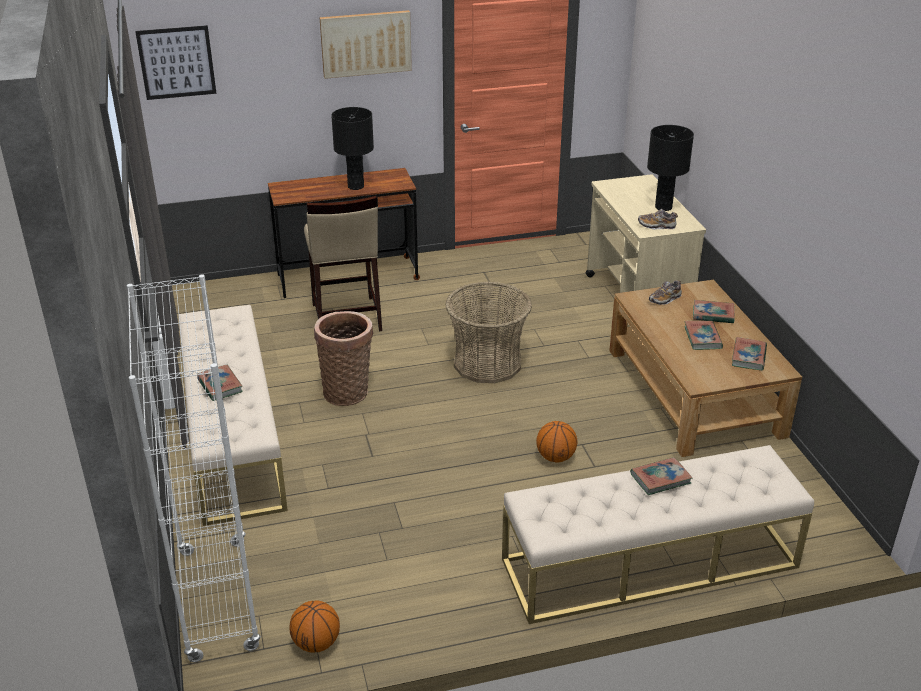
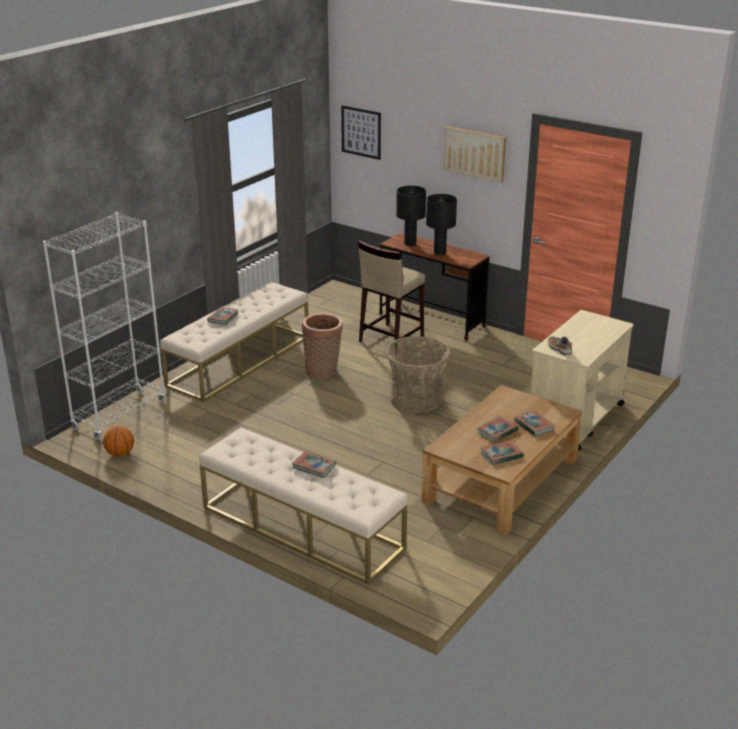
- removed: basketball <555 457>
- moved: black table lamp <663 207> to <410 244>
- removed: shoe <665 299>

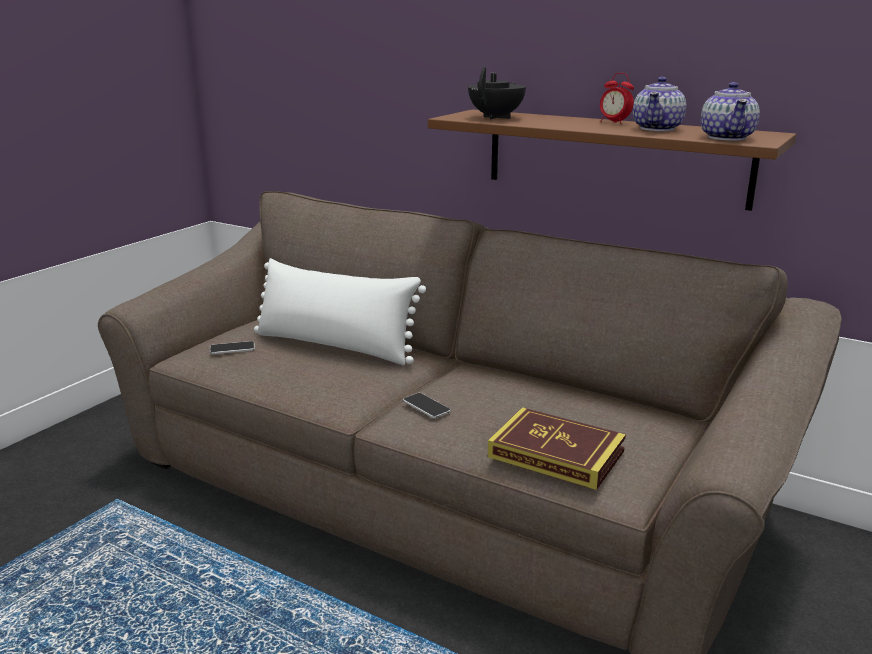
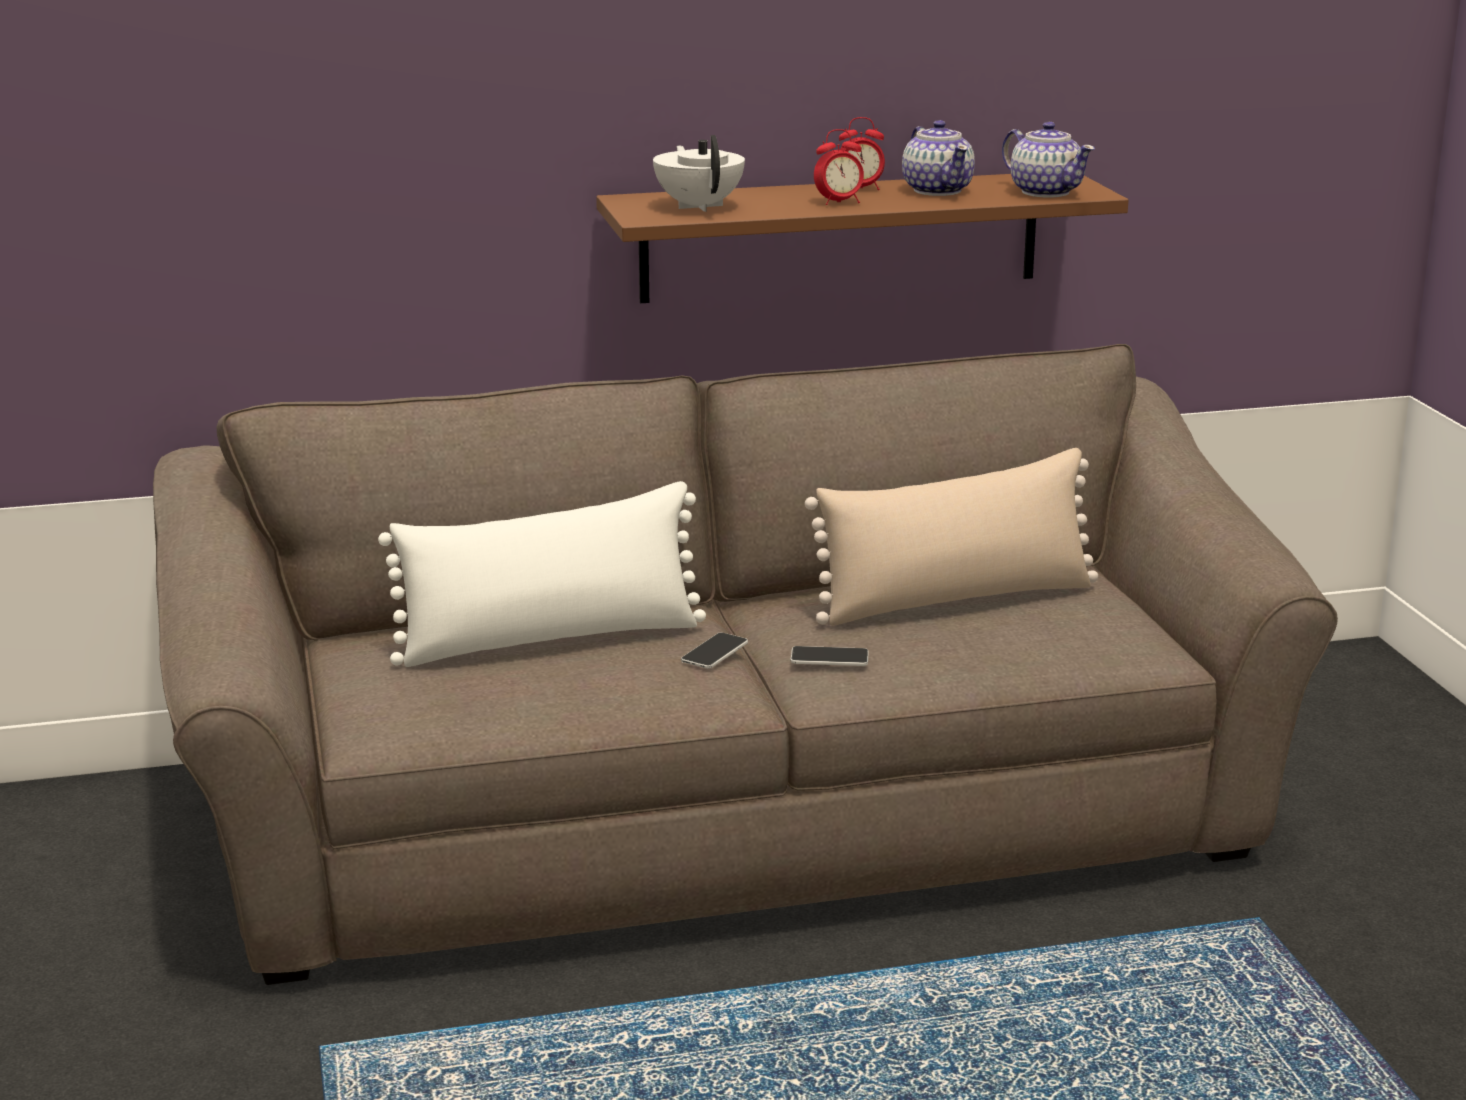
- moved: phone <232 348> to <714 652>
- recoloured: black teapot <497 117> to white teapot <699 206>
- removed: book <556 454>
- added: beige pillow <956 599>
- added: alarm clock <839 202>

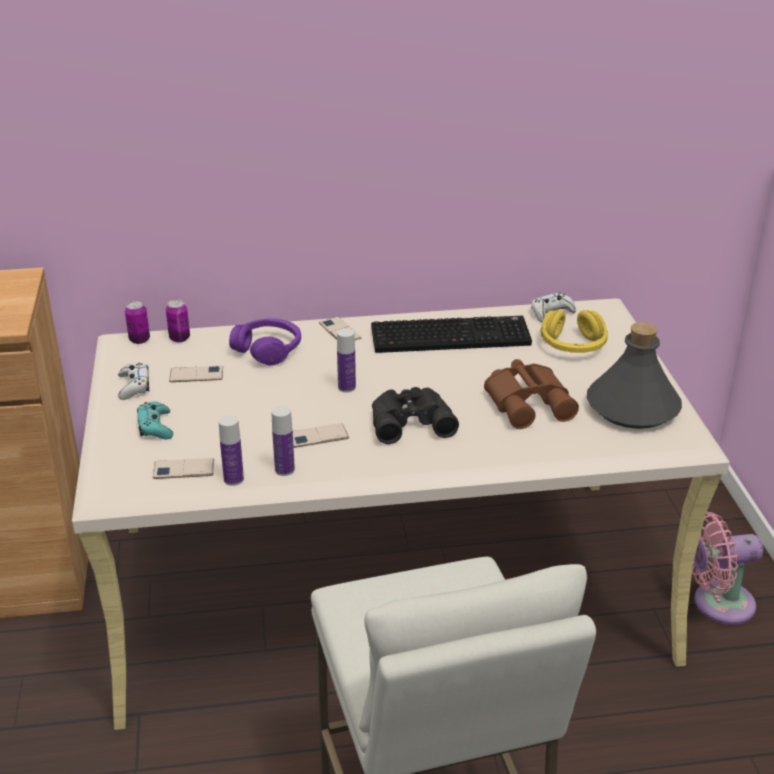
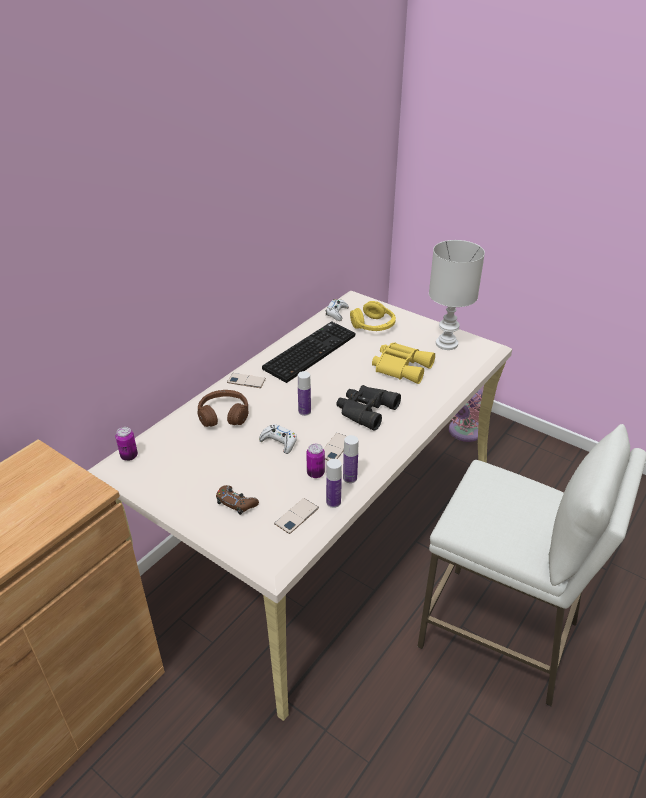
- moved: white game controller <134 386> to <279 442>
- recoloured: turquoise game controller <155 427> to brown game controller <236 503>
- moved: can <179 338> to <315 473>
- removed: phone <196 375>
- recoloured: purple headphones <268 350> to brown headphones <224 415>
- recoloured: brown binoculars <529 402> to yellow binoculars <401 367>
- replaced: grey bottle <632 407> to white table lamp <445 344>

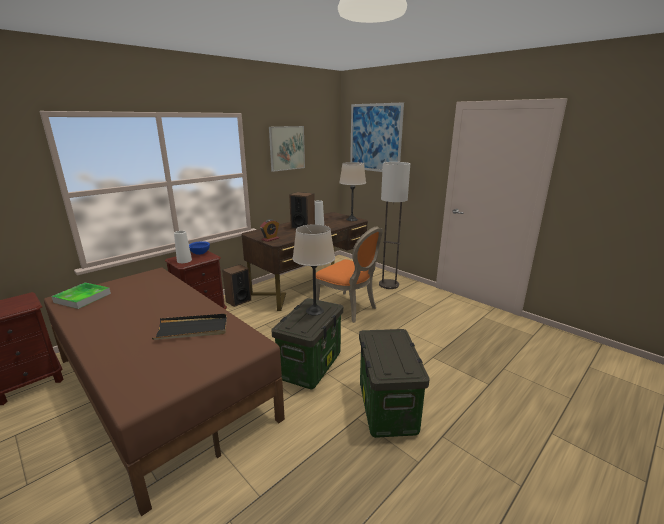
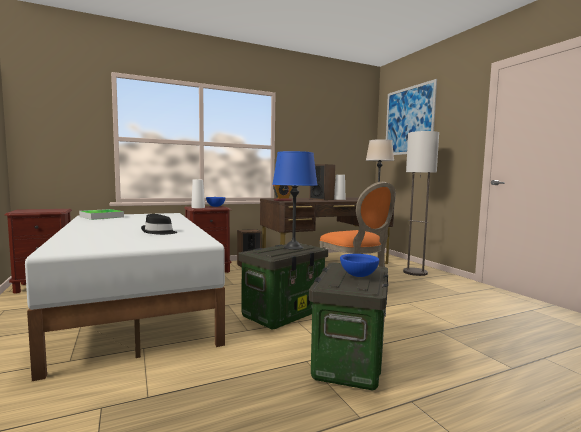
- recoloured: brown bed <162 386> to white bed <136 303>
- replaced: black tray <192 329> to black hat <159 232>
- removed: picture <287 148>
- recoloured: beige table lamp <315 311> to blue table lamp <293 247>
- added: blue bowl <358 276>

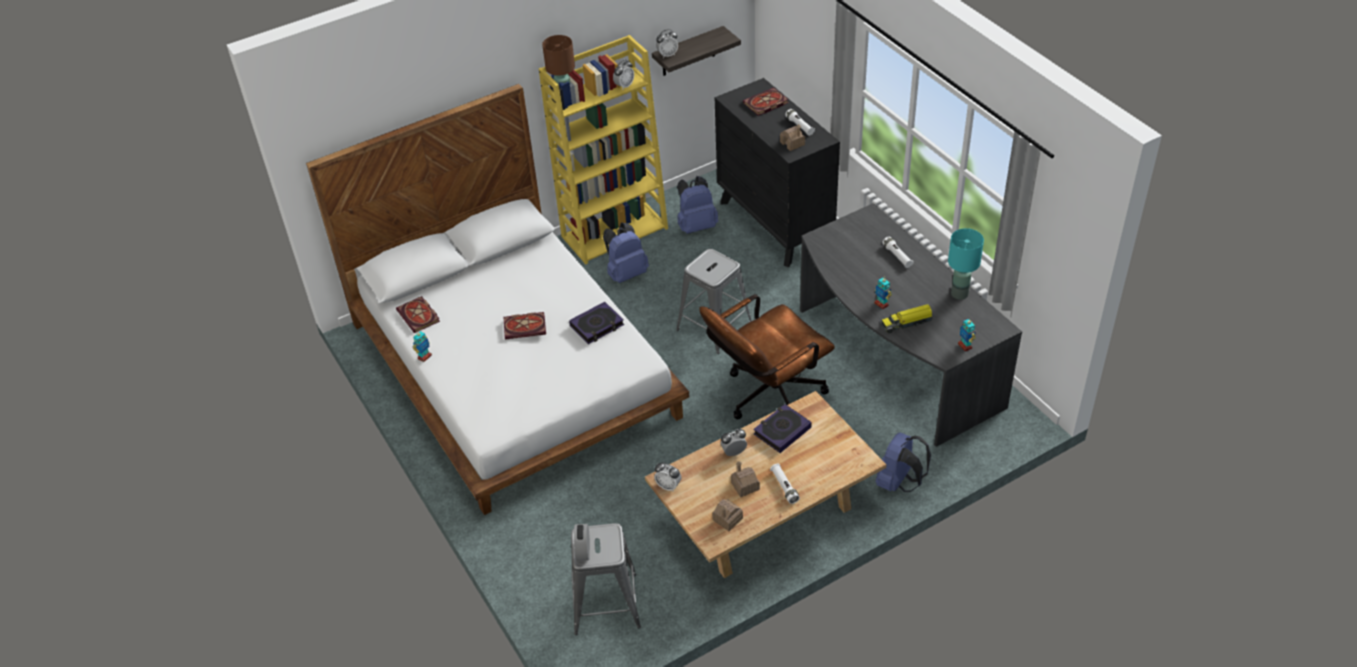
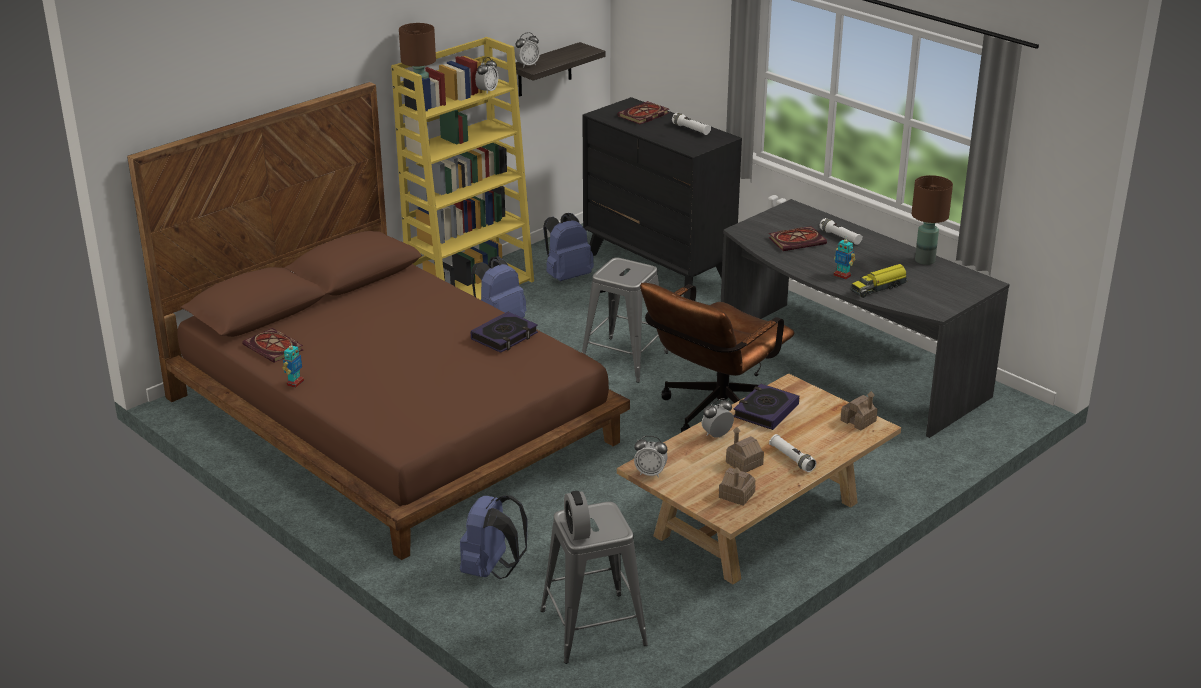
- recoloured: white bed <516 369> to brown bed <393 419>
- moved: book <526 326> to <798 240>
- moved: toy house <792 143> to <858 421>
- moved: blue backpack <899 482> to <492 570>
- recoloured: turquoise table lamp <960 294> to brown table lamp <925 260>
- removed: toy robot <965 346>

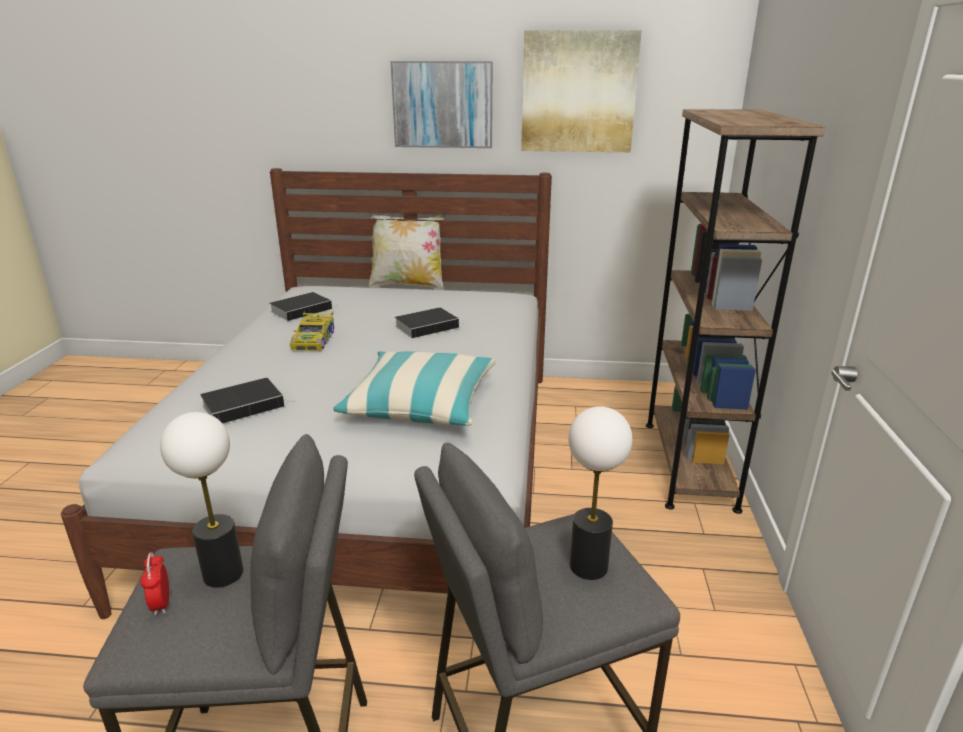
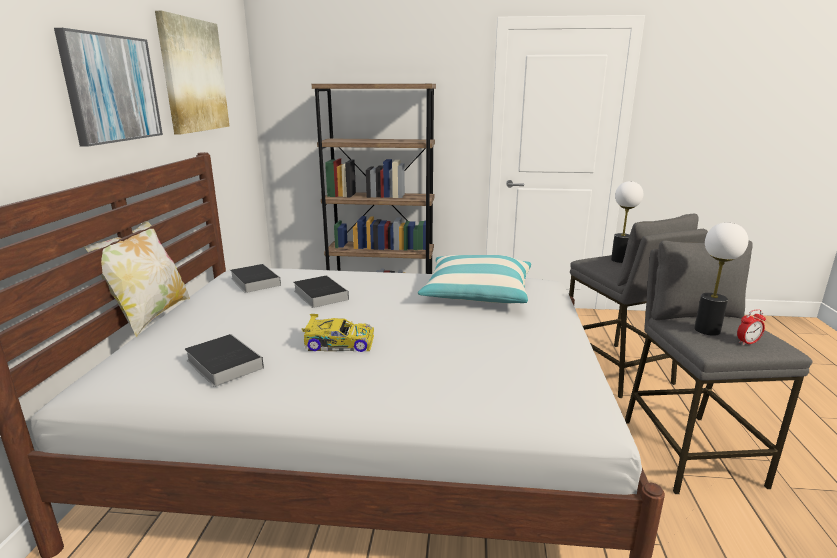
- moved: book <245 405> to <254 281>

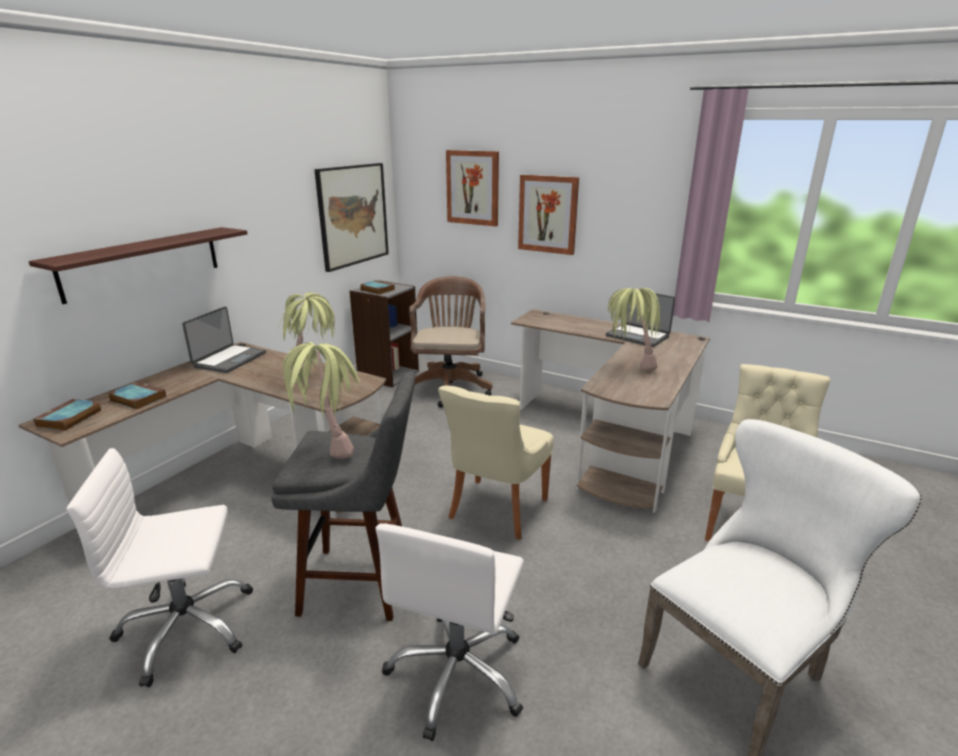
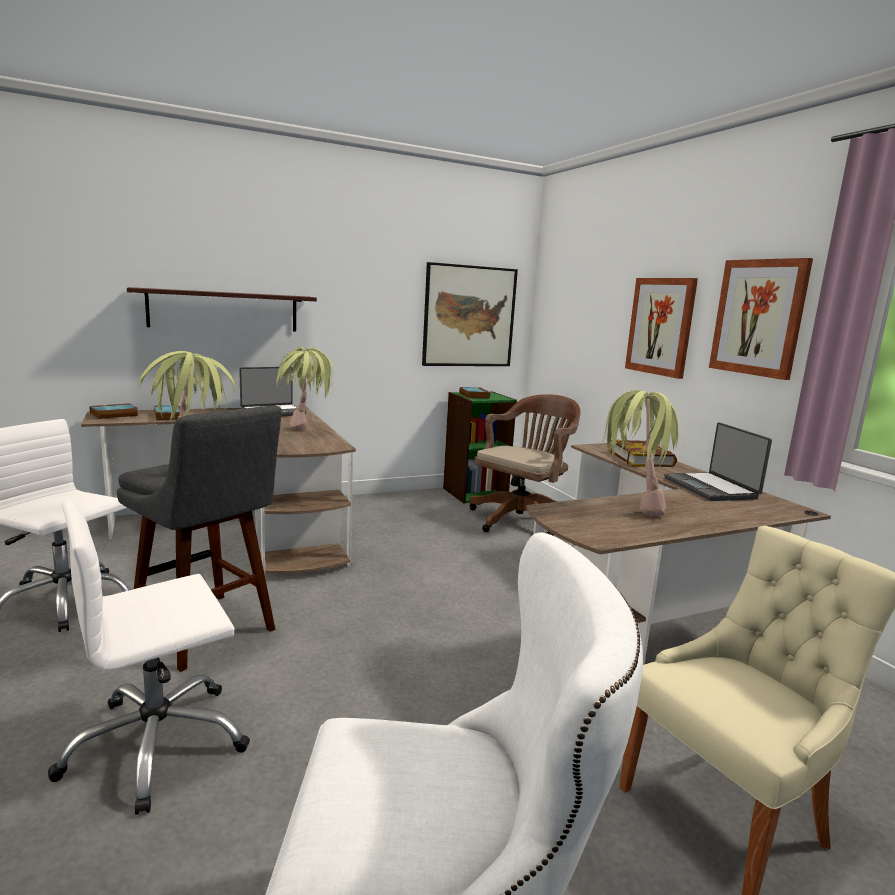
- recoloured: grey bookcase <388 374> to green bookcase <474 493>
- removed: beige chair <496 510>
- moved: picture <473 188> to <758 317>
- added: book <641 459>

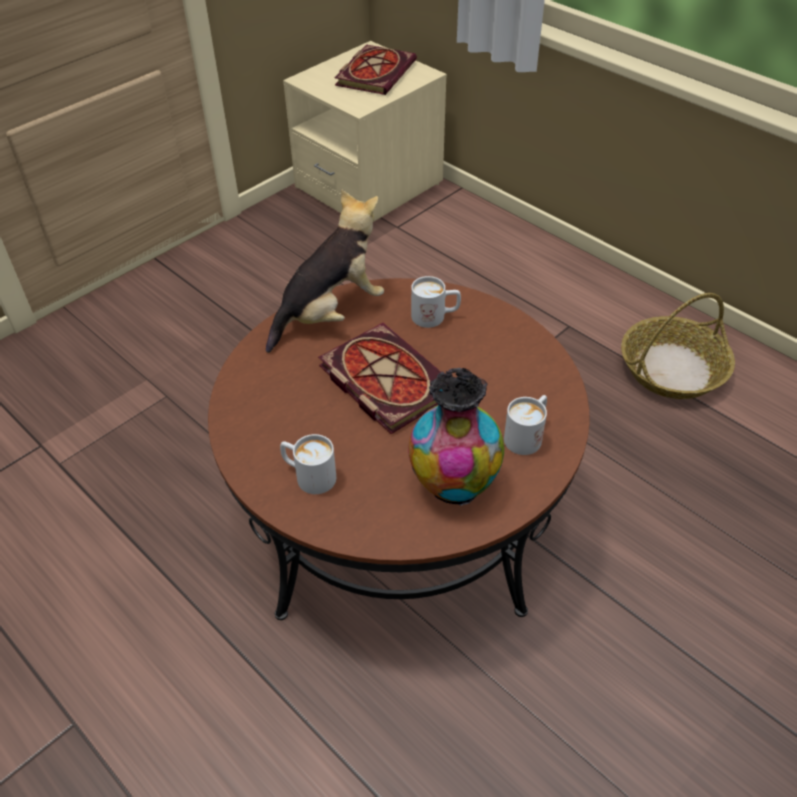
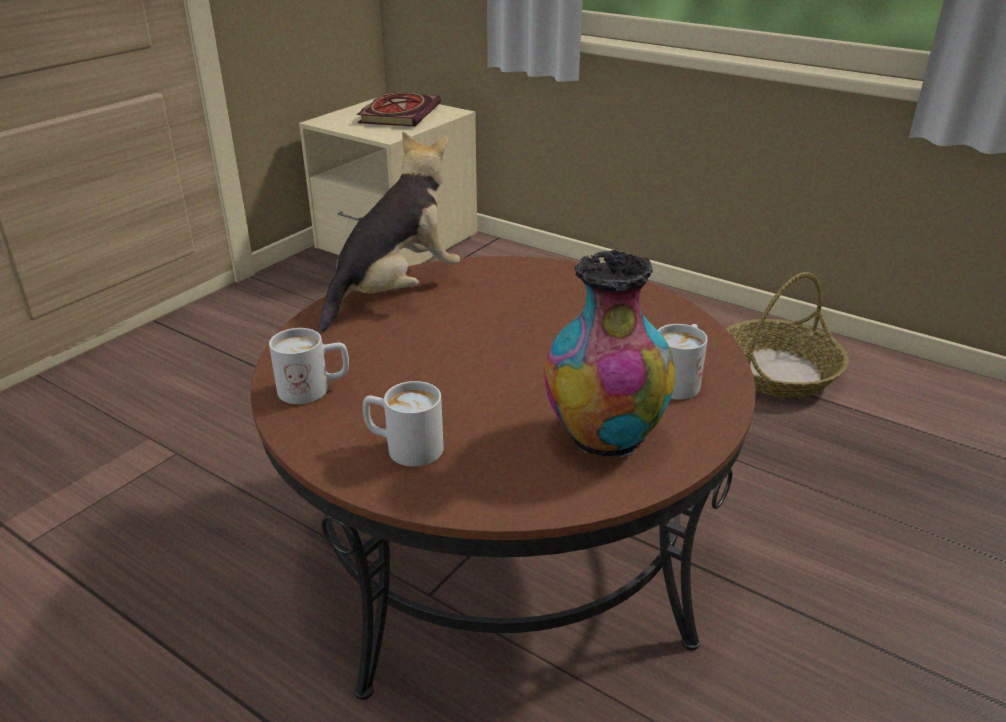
- removed: book <383 379>
- moved: white mug <435 316> to <314 389>

